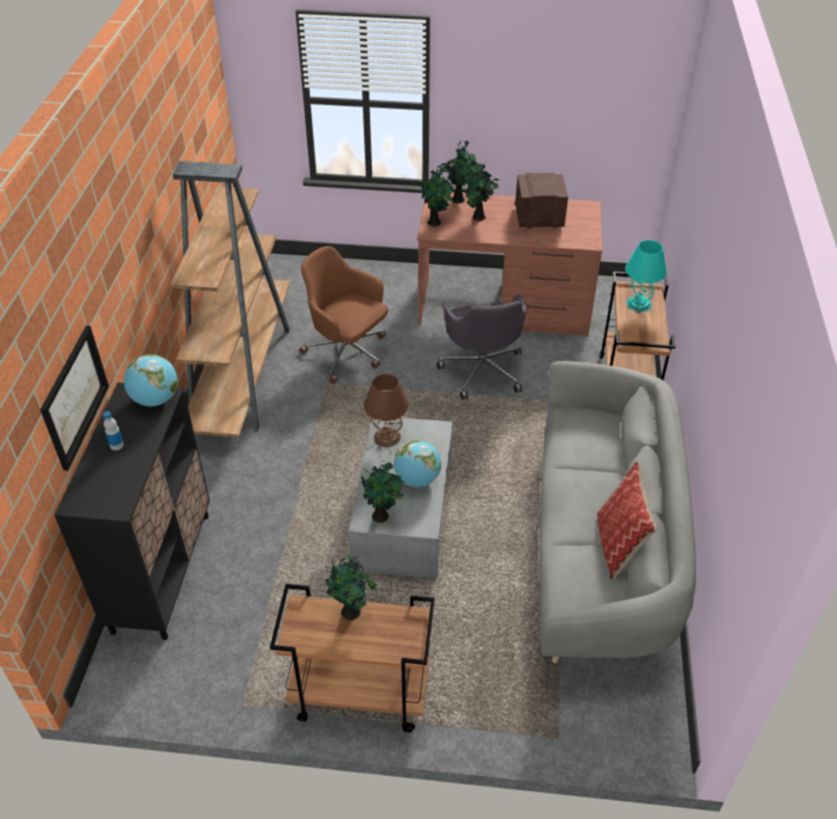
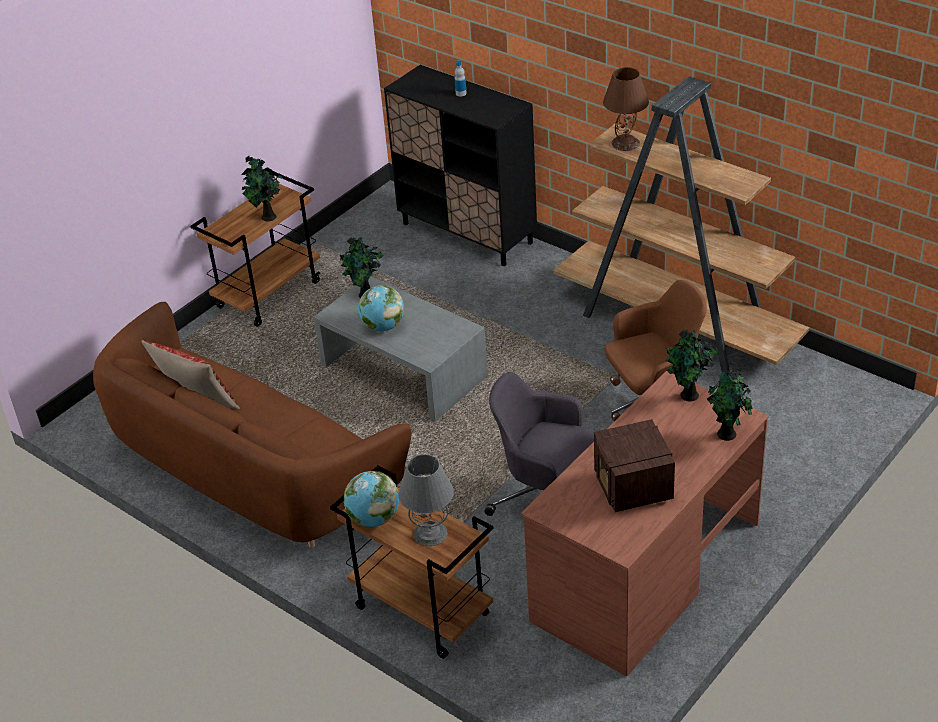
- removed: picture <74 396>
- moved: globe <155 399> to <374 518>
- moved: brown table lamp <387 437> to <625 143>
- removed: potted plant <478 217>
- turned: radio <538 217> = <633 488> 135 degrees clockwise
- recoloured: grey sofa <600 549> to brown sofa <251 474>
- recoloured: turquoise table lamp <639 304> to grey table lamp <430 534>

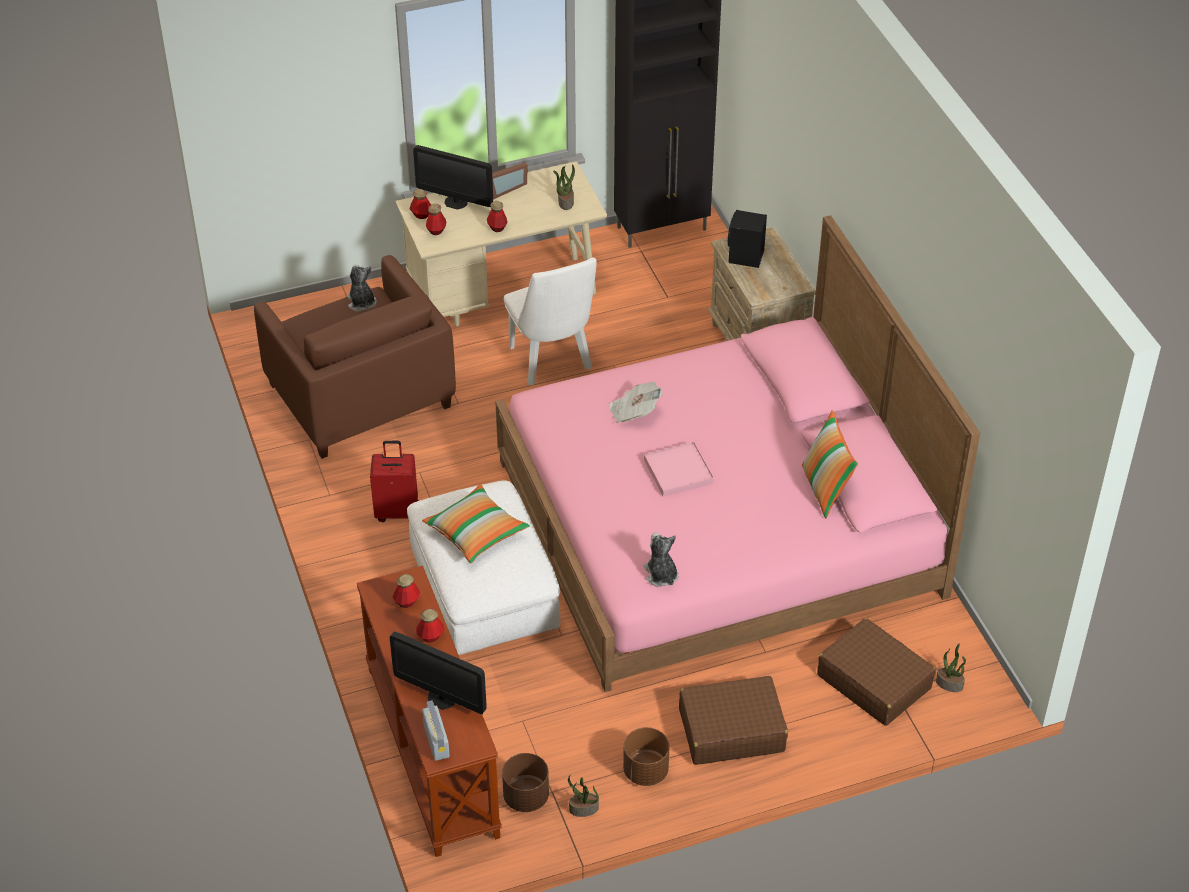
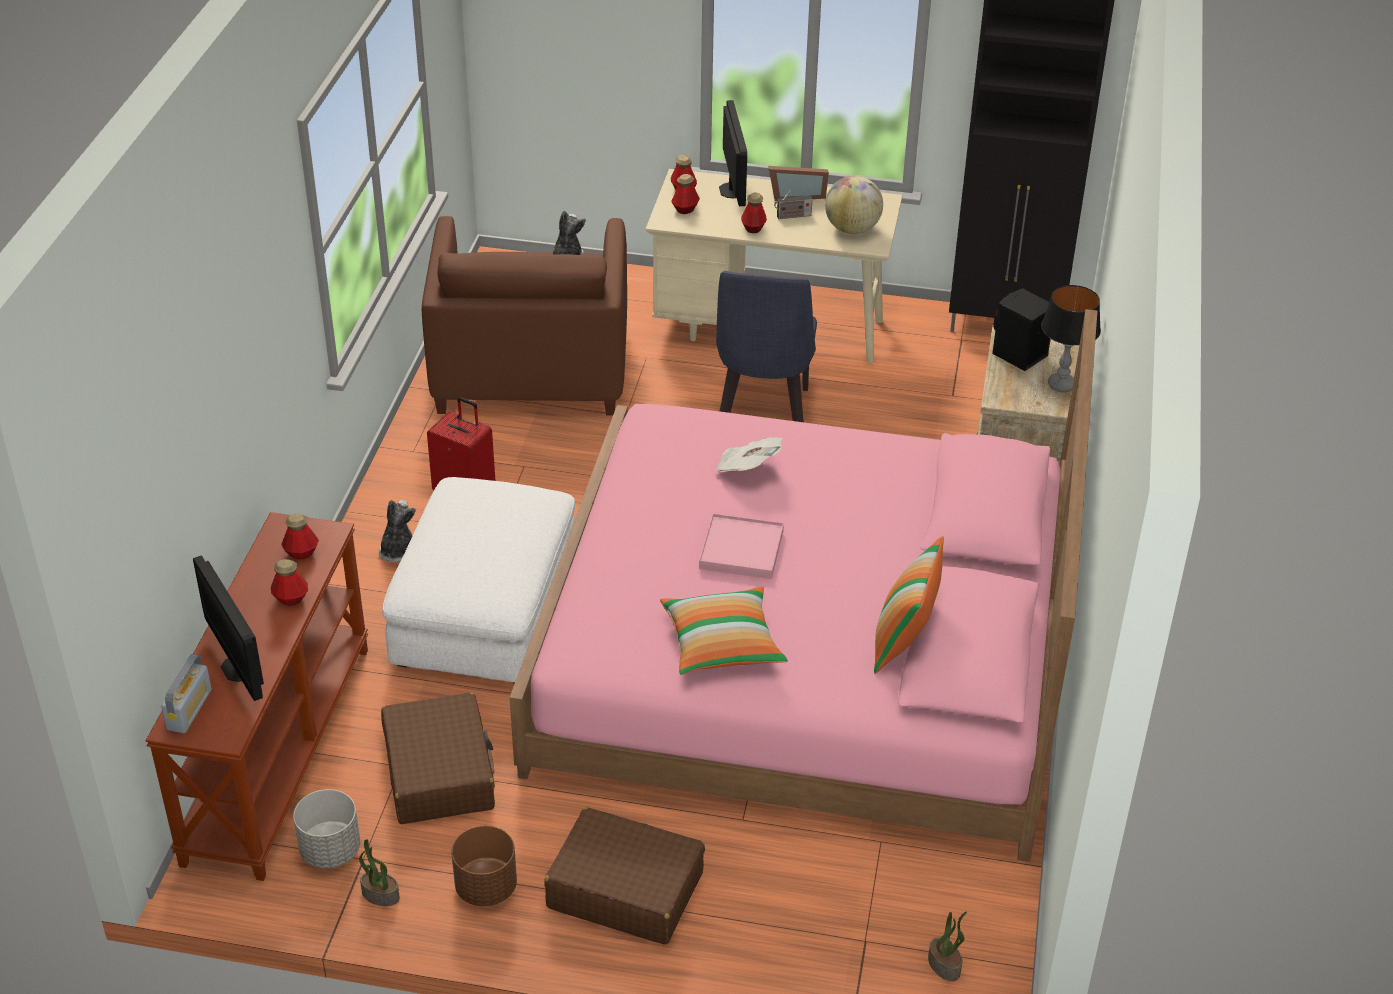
- turned: monitor <456 202> = <731 190> 150 degrees counterclockwise
- moved: pillow <476 533> to <722 644>
- recoloured: brown planter <525 797> to grey planter <330 850>
- recoloured: white chair <552 362> to blue chair <763 413>
- replaced: potted plant <565 202> to globe <852 229>
- moved: plush toy <661 575> to <398 551>
- moved: brown suitcase <874 681> to <439 772>
- added: radio <792 216>
- added: table lamp <1061 385>

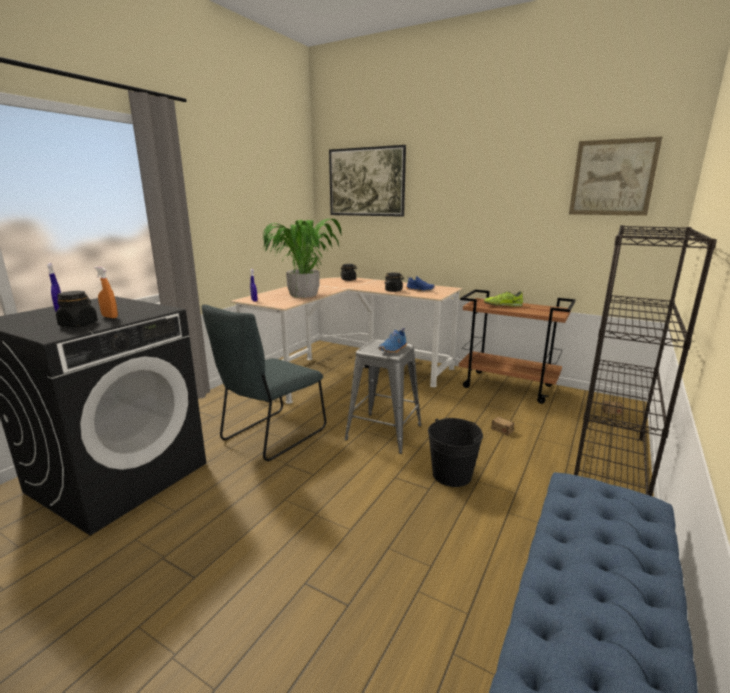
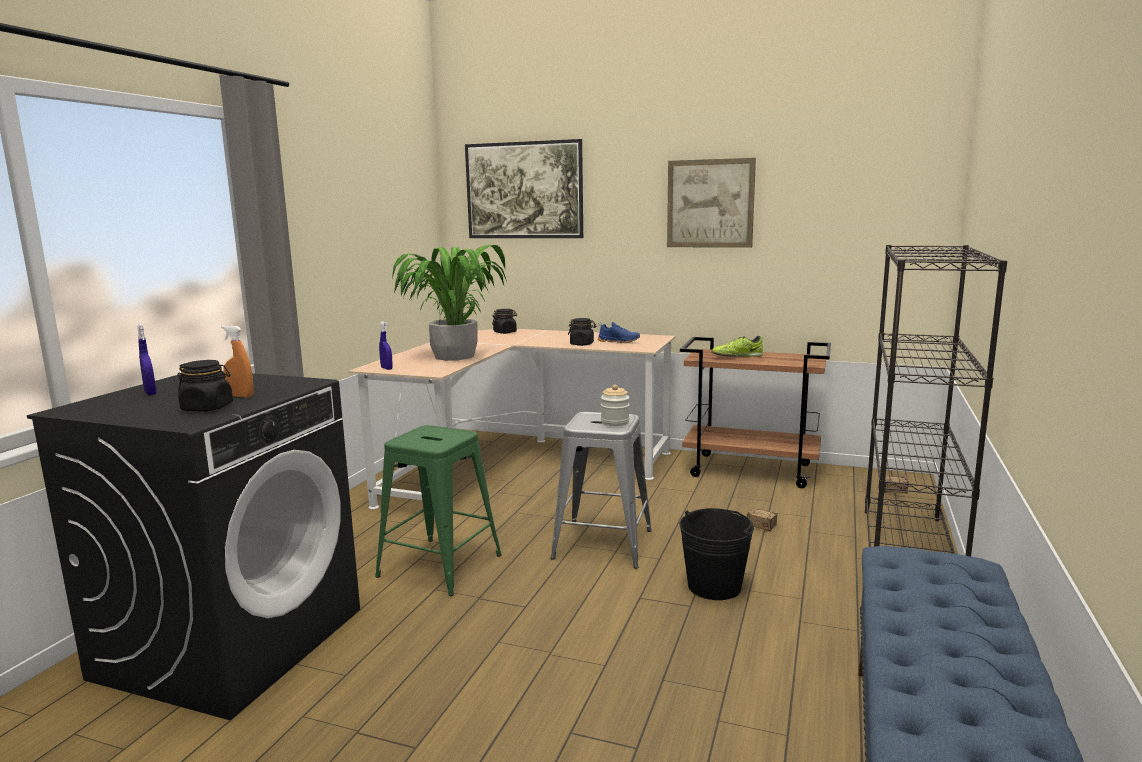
- replaced: grey chair <270 436> to green stool <440 565>
- replaced: blue shoe <394 349> to jar <615 422>
- moved: picture <612 178> to <710 203>

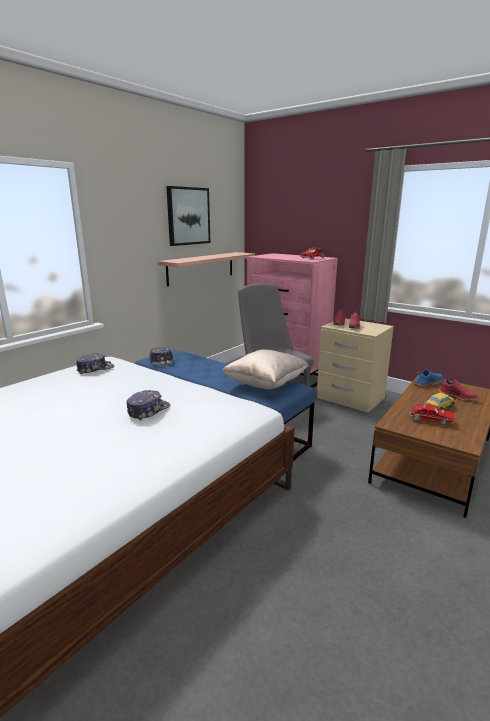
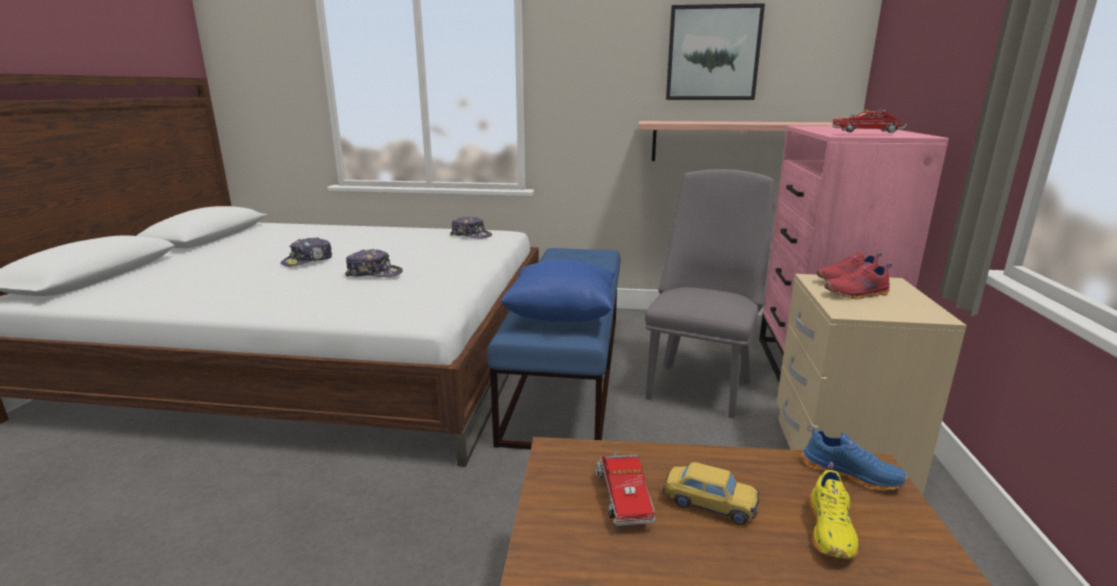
- moved: cap <161 361> to <308 261>
- recoloured: beige pillow <265 384> to blue pillow <561 317>
- recoloured: red shoe <457 396> to yellow shoe <831 530>

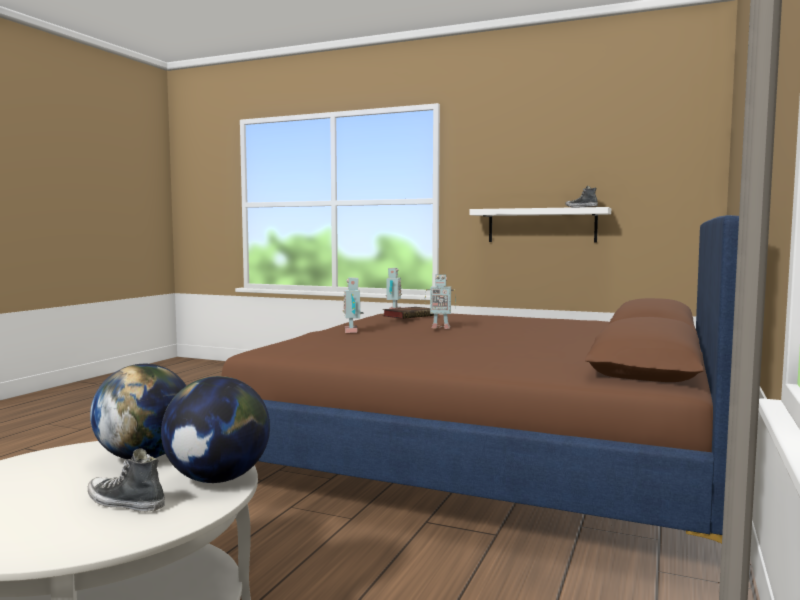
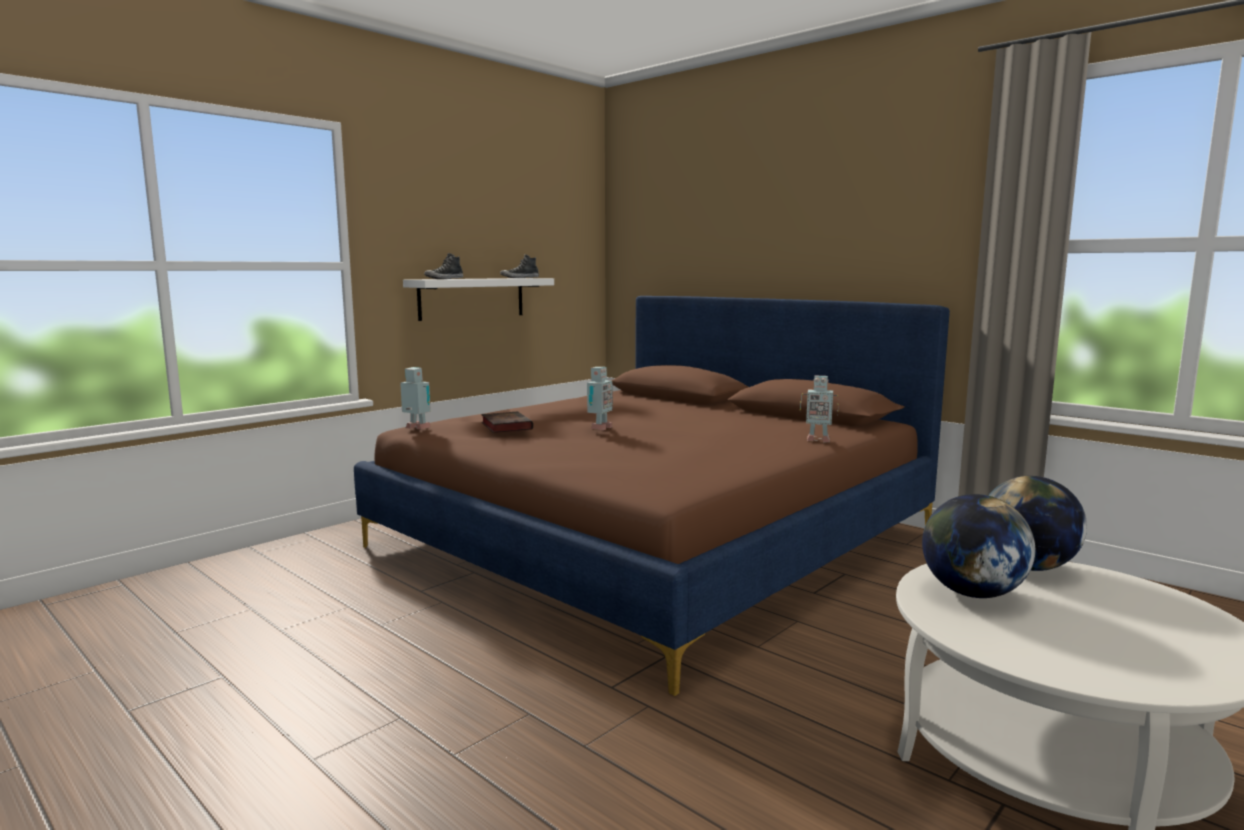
- moved: shoe <125 503> to <444 279>
- moved: toy robot <353 331> to <817 440>

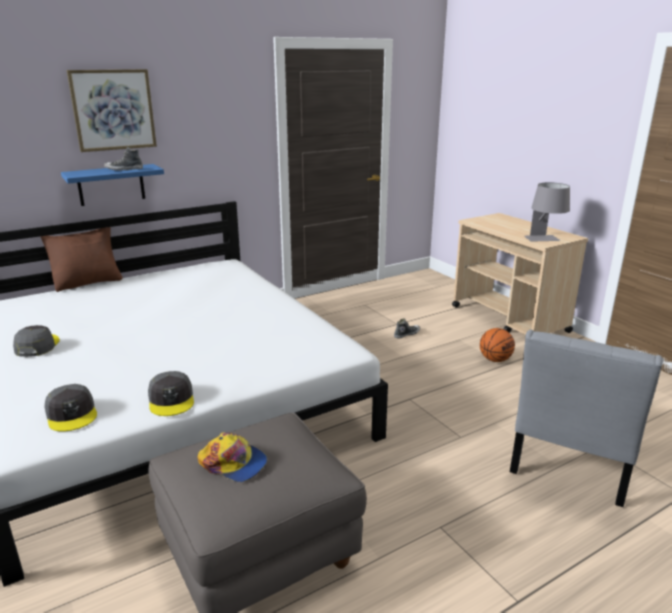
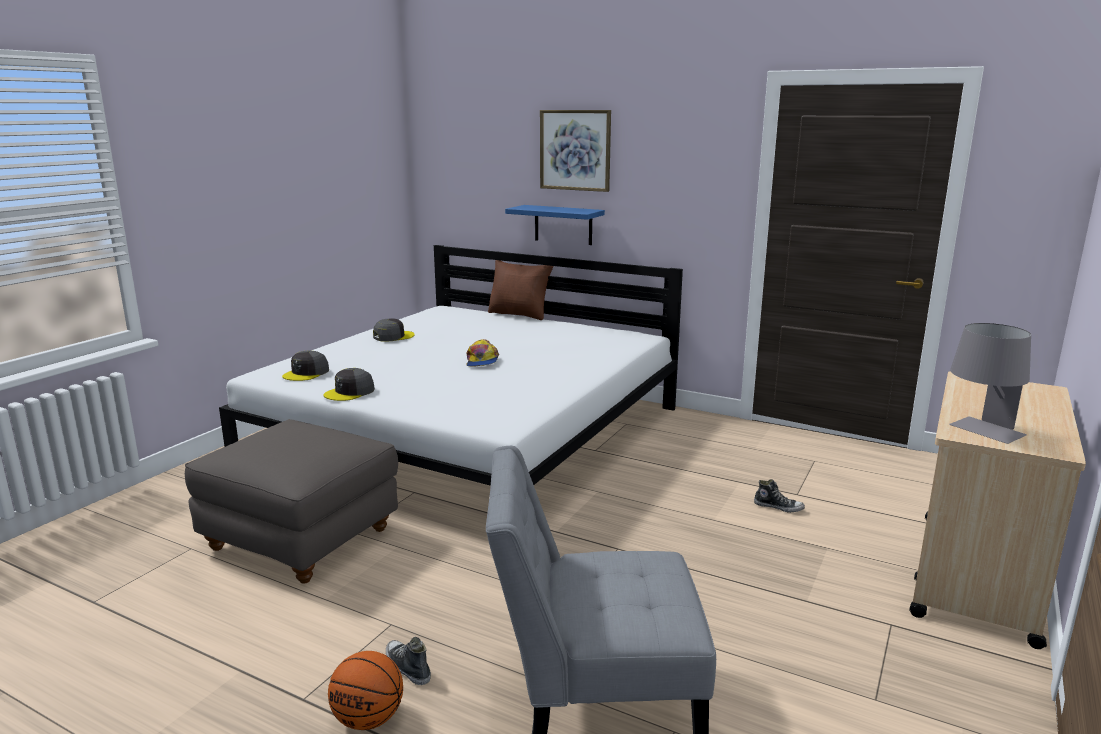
- moved: shoe <124 169> to <407 668>
- moved: cap <233 463> to <482 361>
- moved: basketball <495 360> to <368 719>

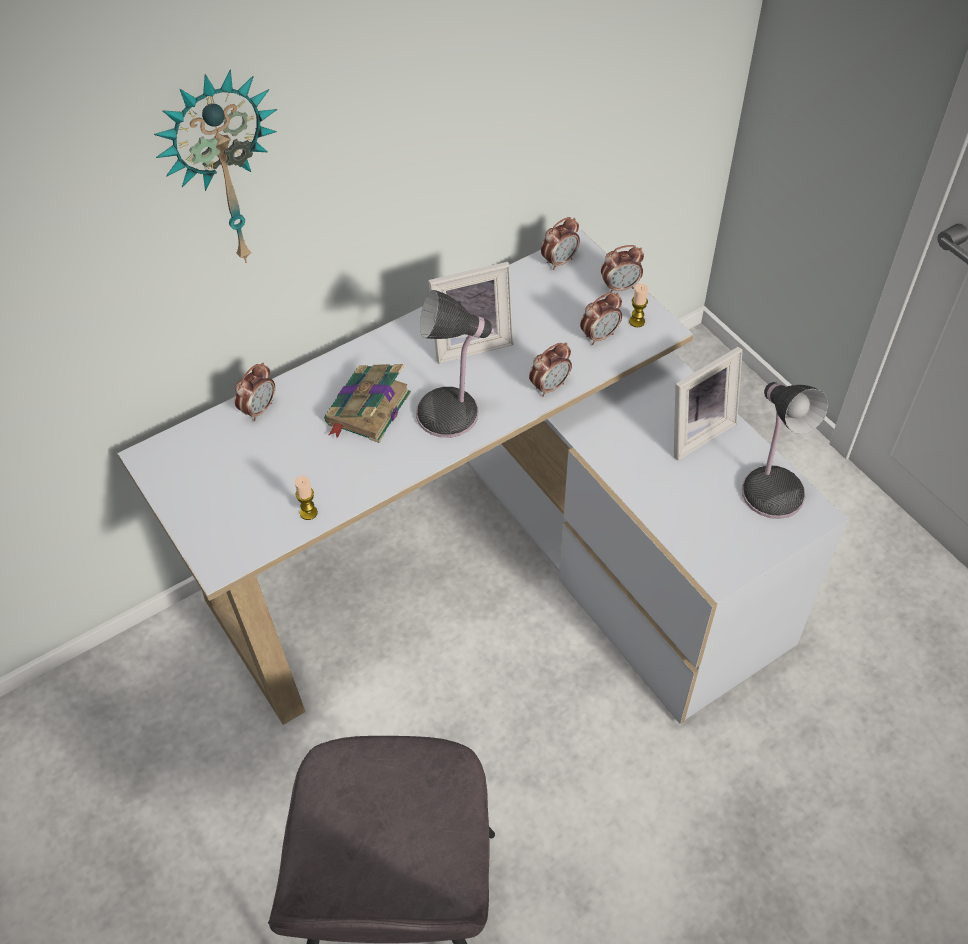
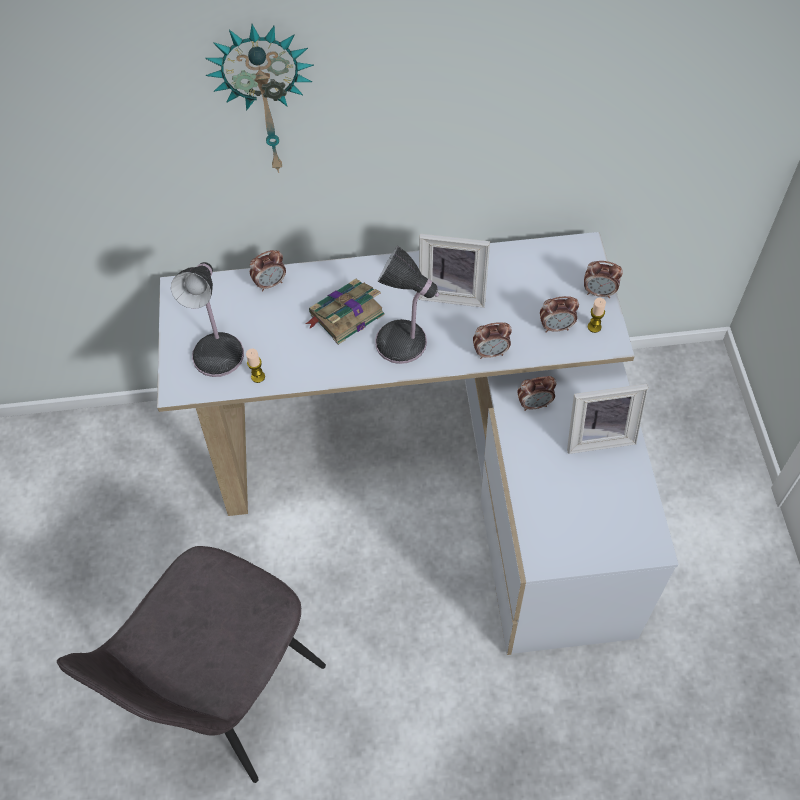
- moved: alarm clock <559 261> to <534 404>
- moved: table lamp <771 489> to <219 352>

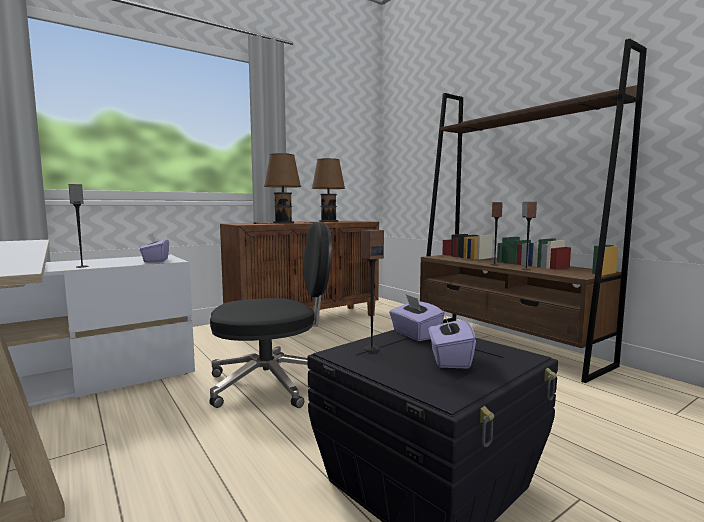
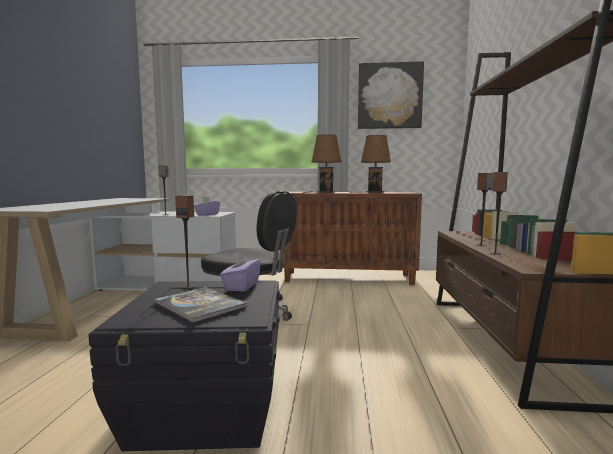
- replaced: purple tissue box <449 359> to book <200 305>
- added: picture <389 96>

